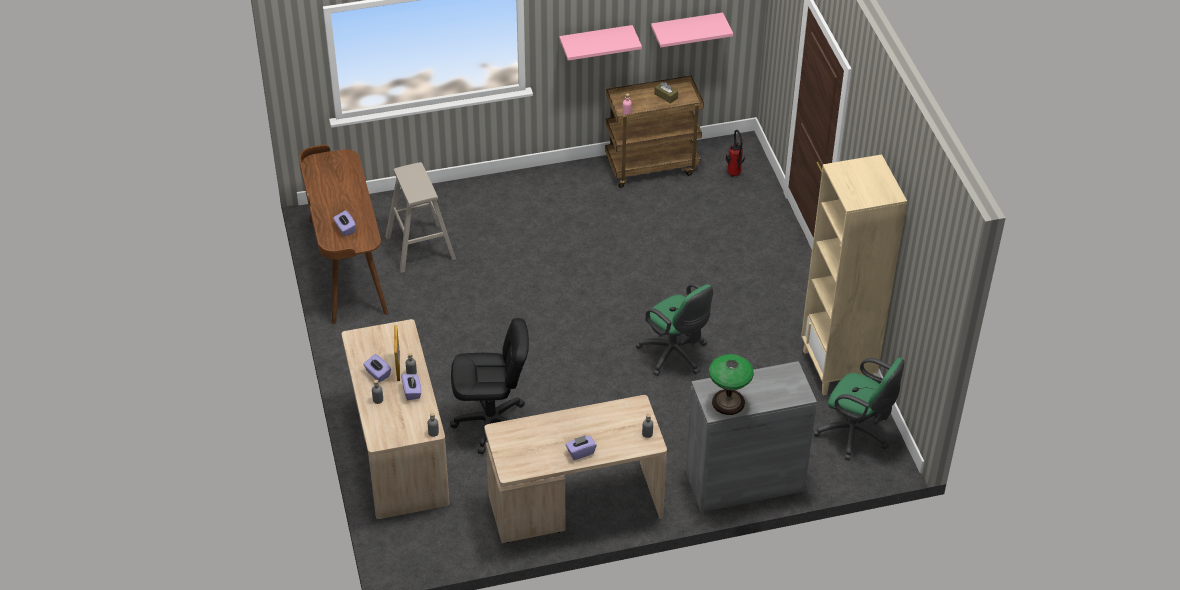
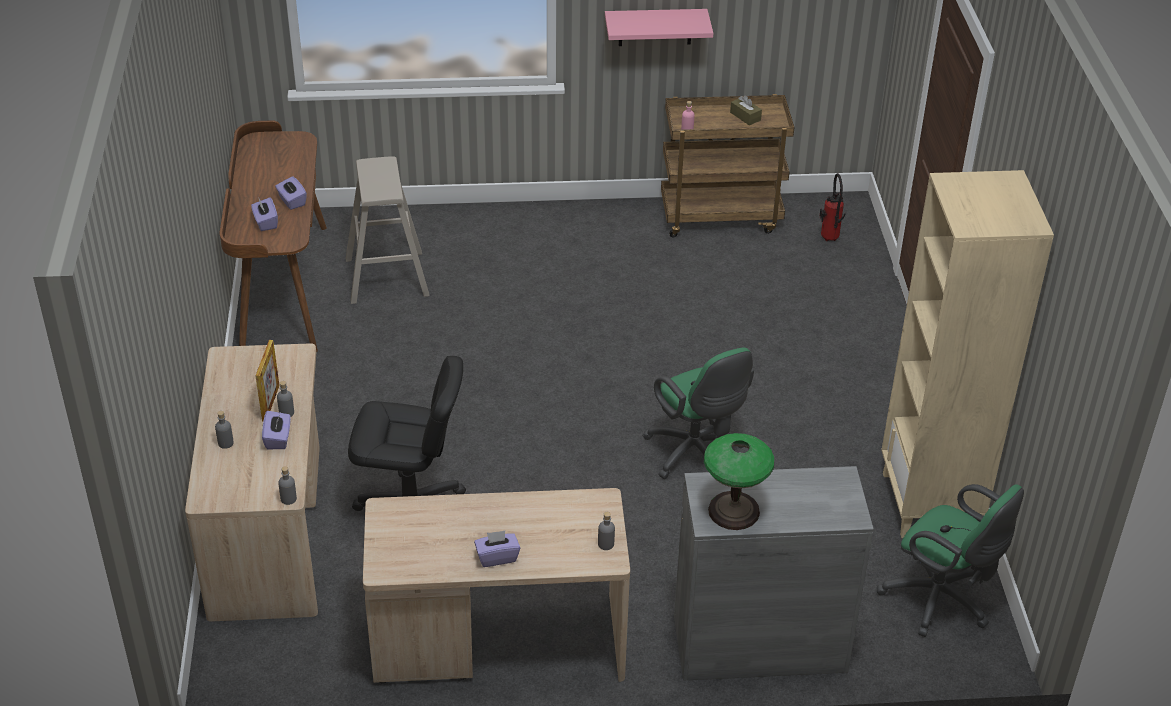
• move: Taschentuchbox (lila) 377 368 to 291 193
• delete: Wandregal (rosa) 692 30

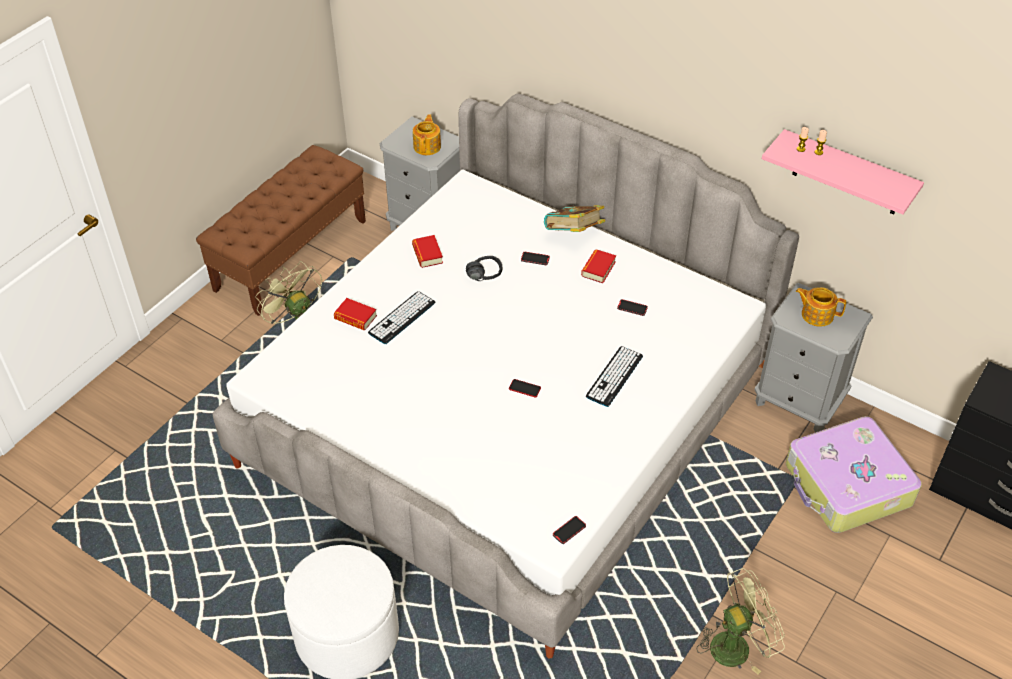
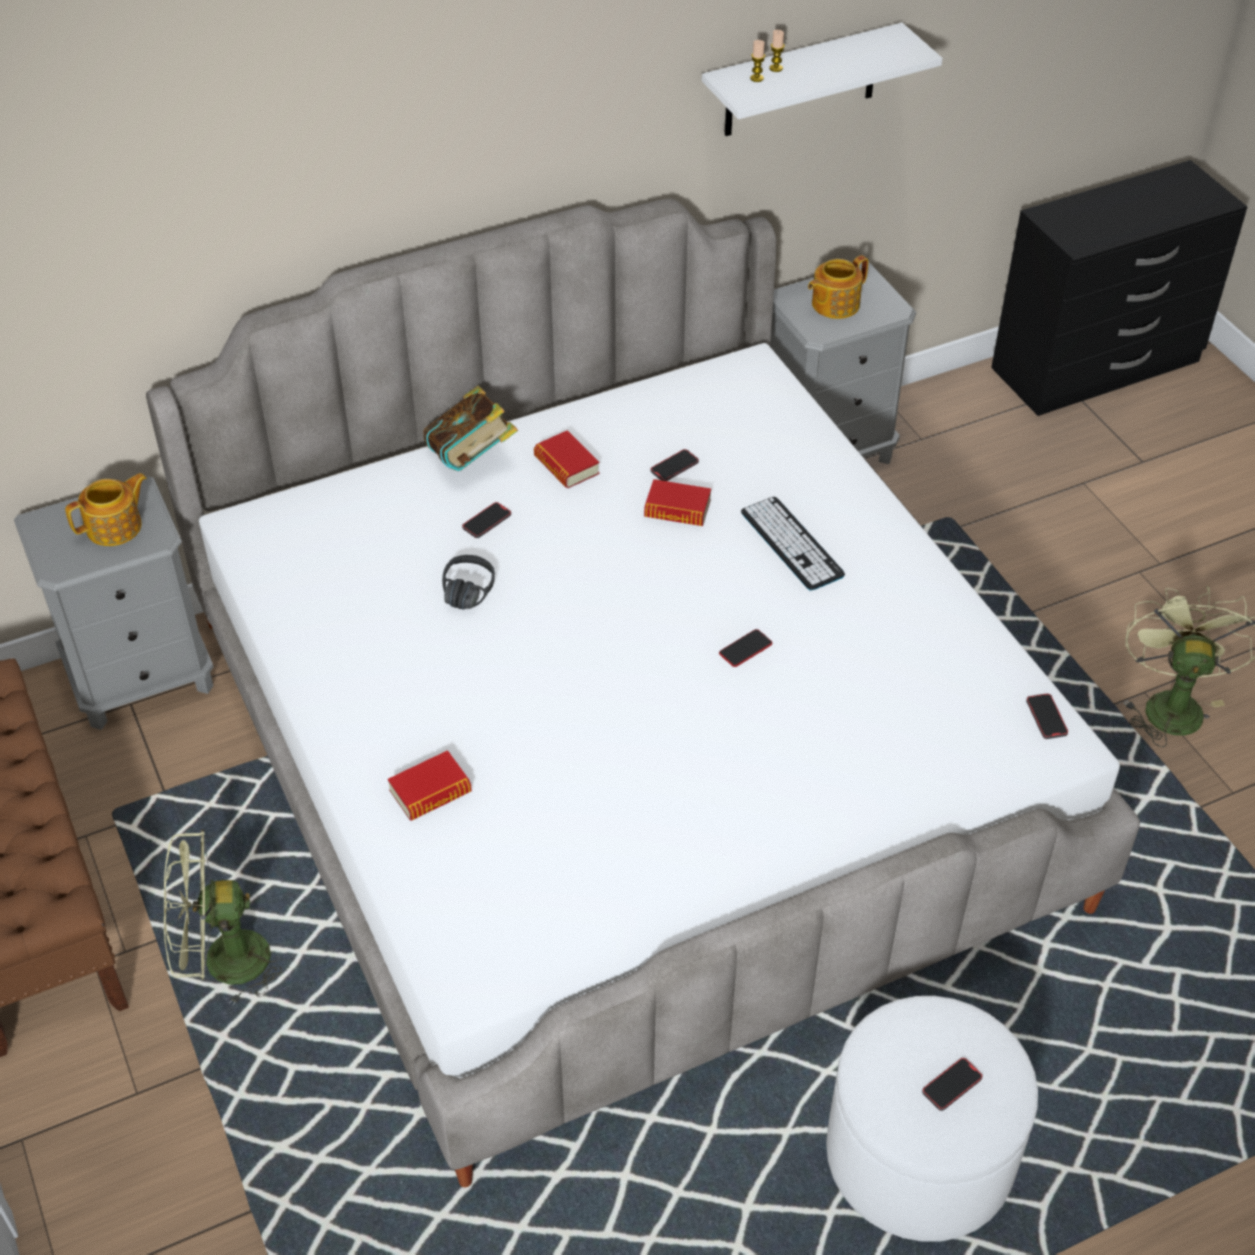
• delete: Tastatur 401 317
• move: Buch 427 251 to 677 502
• rotate: Teekanne 427 134 = 106 509 105 degrees clockwise
• recolor: Wandregal (rosa) 843 172 to Wandregal (weiß) 822 79
• delete: Koffer 854 474
• insert: Handy 952 1084

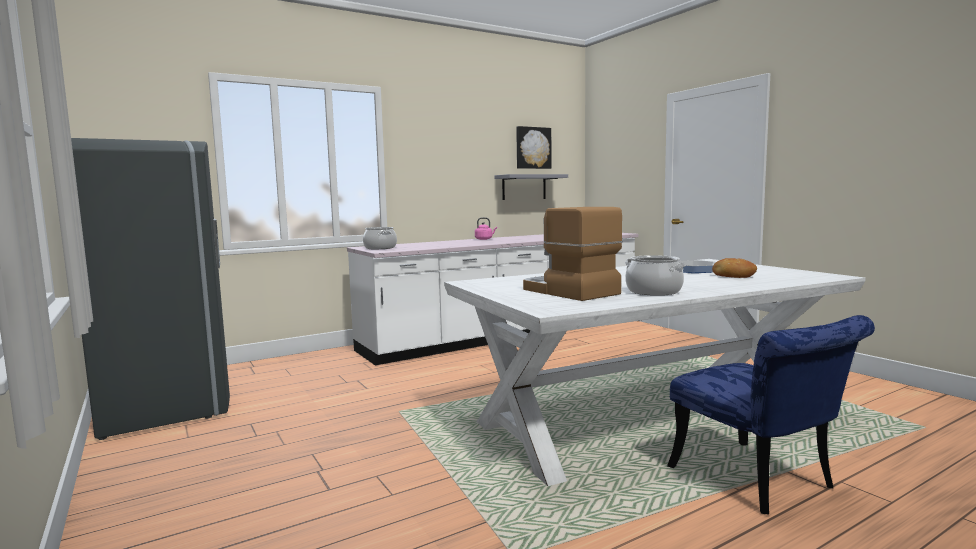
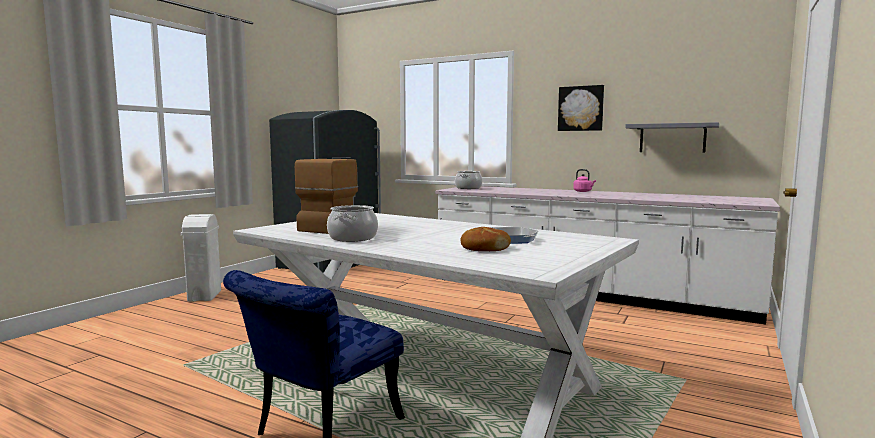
• move: Bild 534 147 to 581 108
• insert: Mülleimer (weiß) 201 258

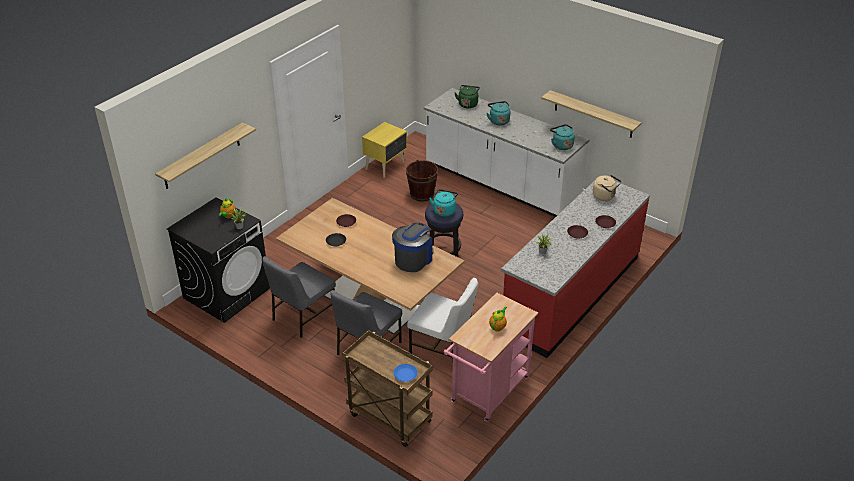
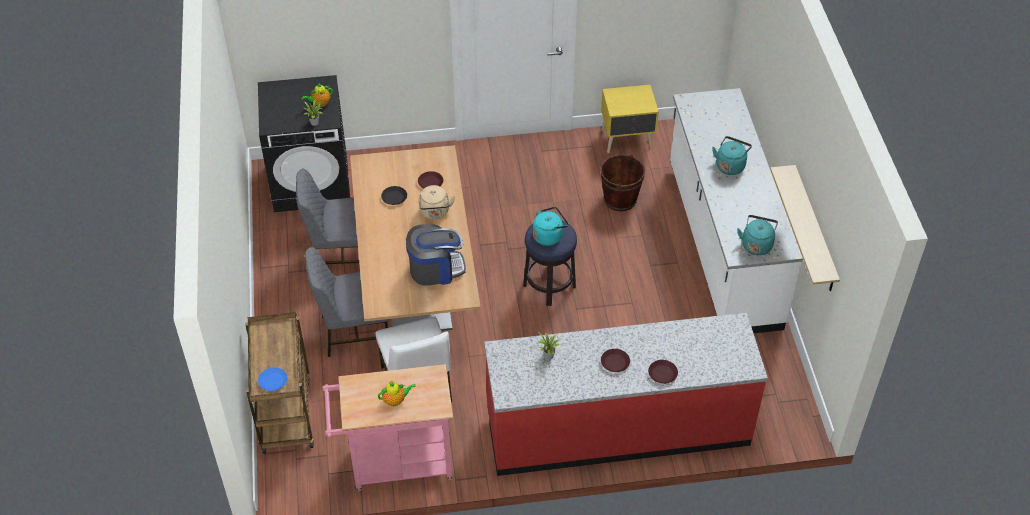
• delete: Wandregal 205 155
• delete: Wasserkessel (grün) 467 96
• move: Wasserkessel (beige) 607 188 to 437 202

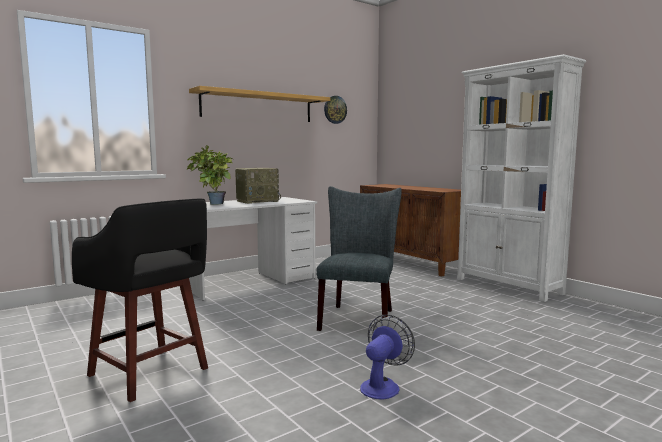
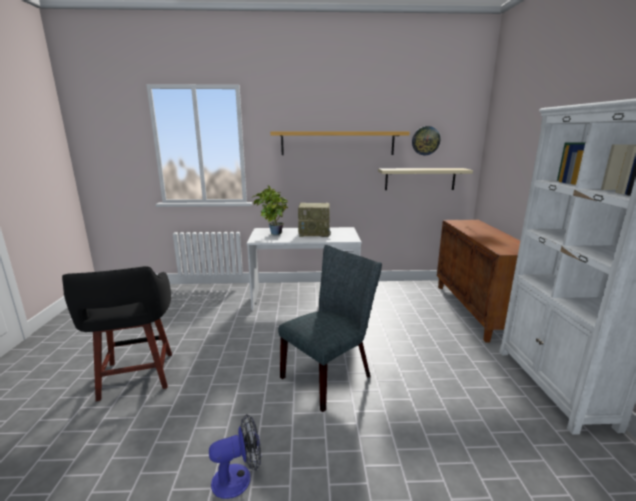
• insert: Wandregal (beige) 425 179

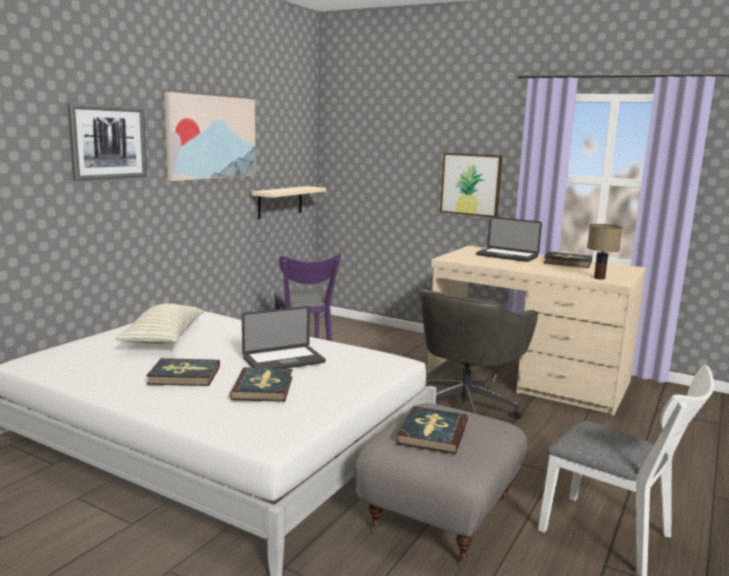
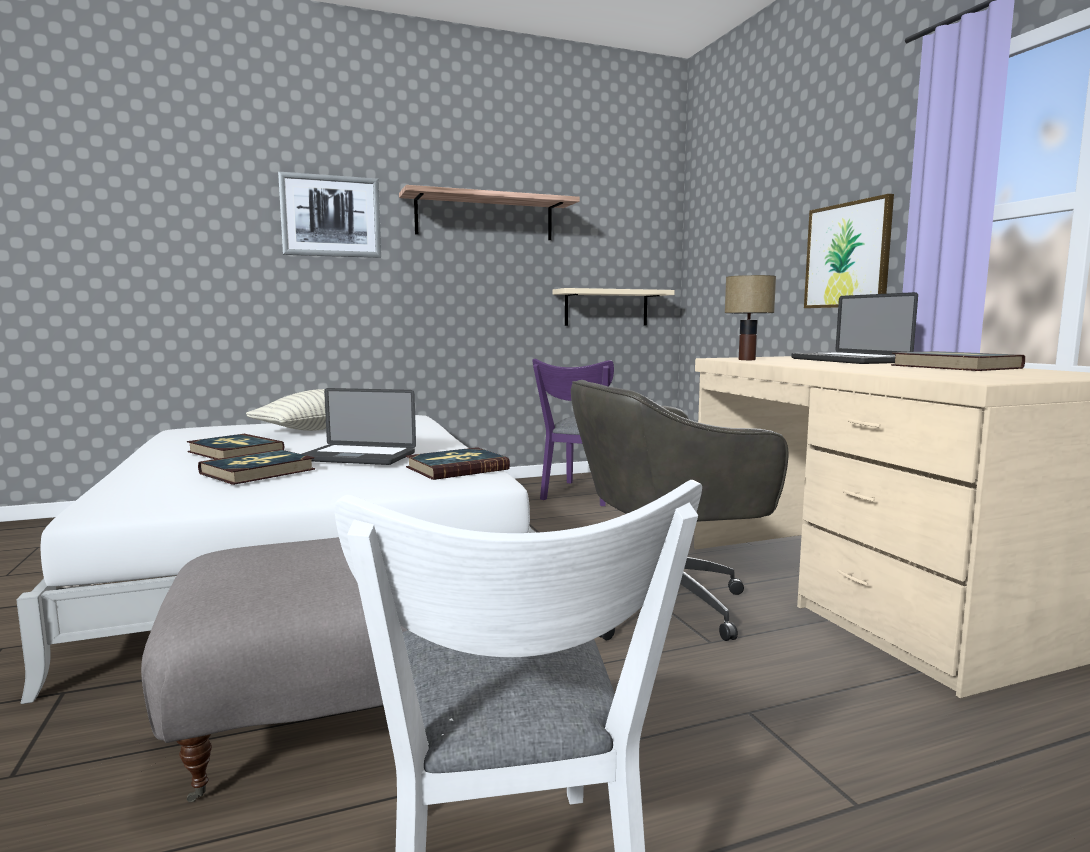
• replace: Bild 210 136 to Wandregal 489 212
• move: Buch 432 430 to 458 463
• move: Tischlampe 605 251 to 750 317

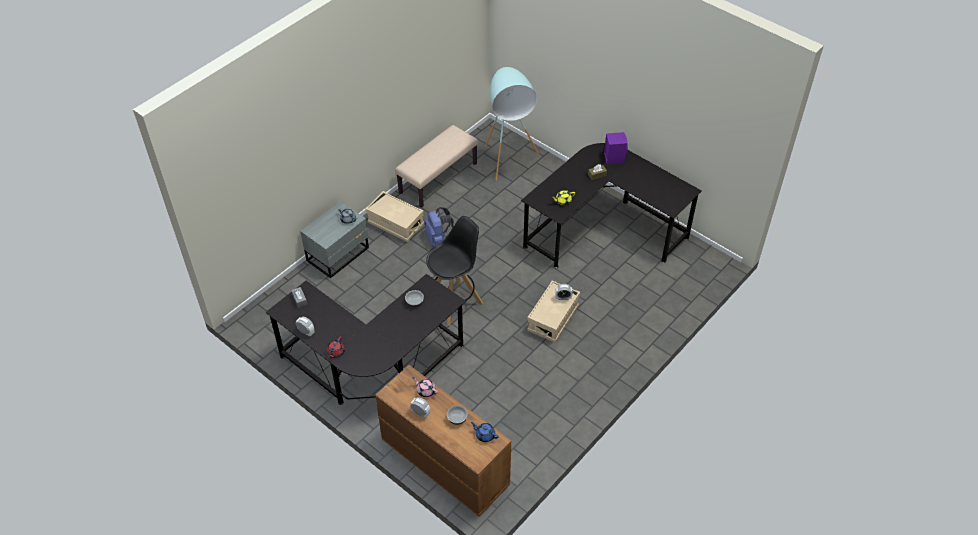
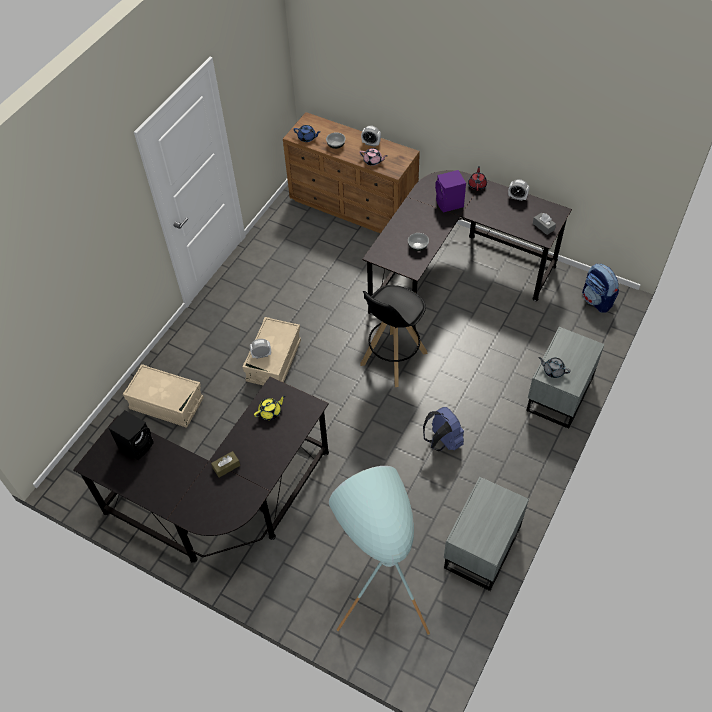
• move: Aufbewahrungsbox (beige) 394 216 to 163 396
• replace: Bank (beige) 436 166 to Nachttisch (grau) 486 534
• move: Lautsprecher (lila) 616 148 to 450 191
• insert: Lautsprecher (schwarz) 131 435
• insert: Rucksack 600 288

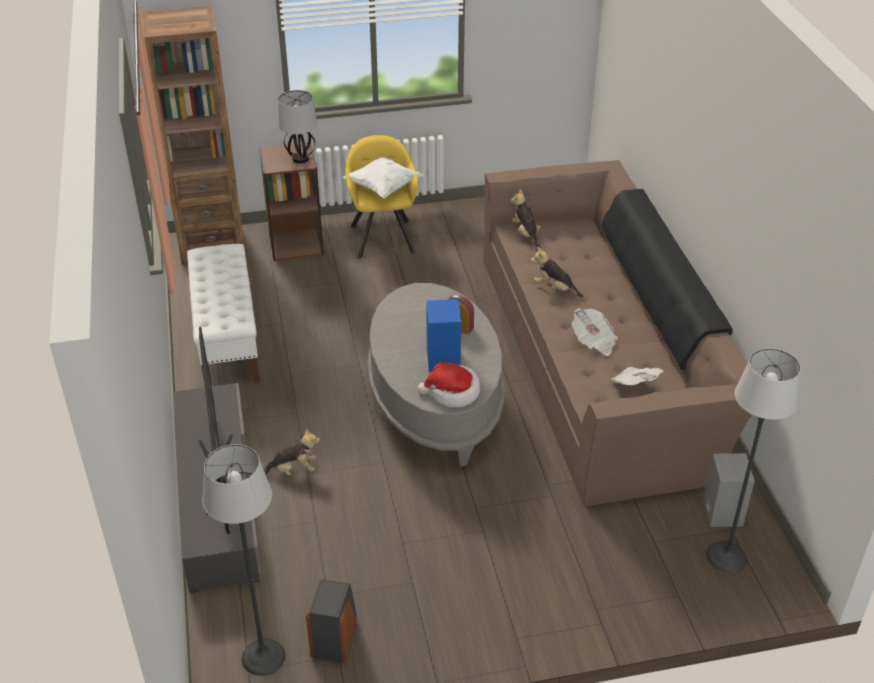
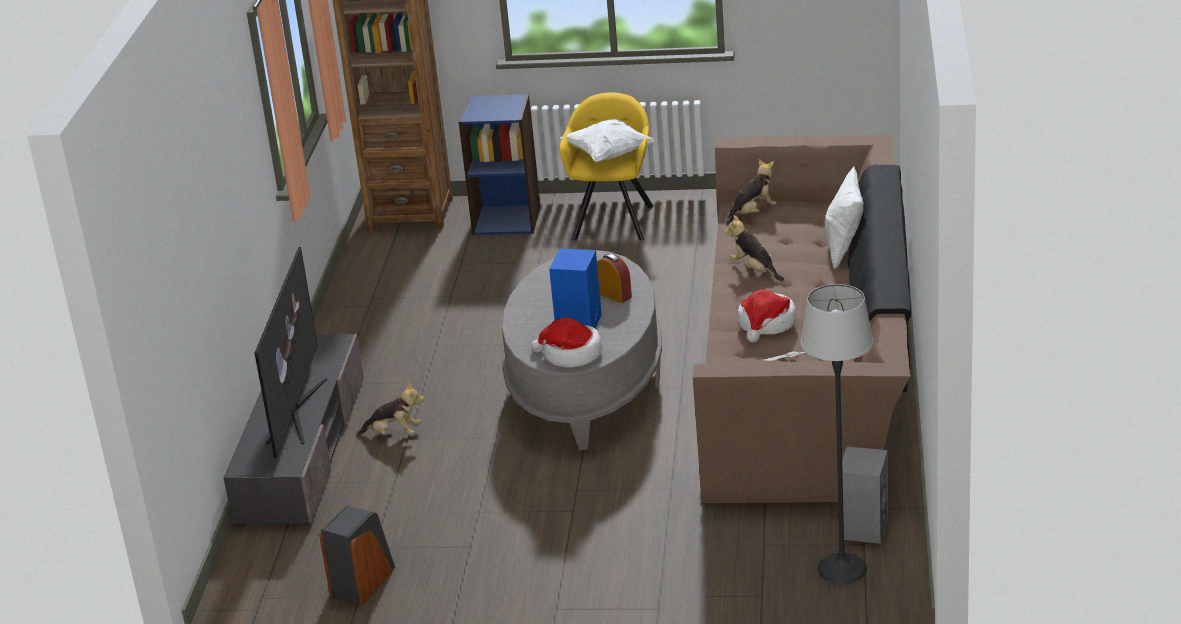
• delete: Bank (weiß) 223 313
• delete: Stehlampe 243 560
• recolor: Bücherregal (braun) 291 201 to Bücherregal (blau) 500 164
• delete: Tischlampe 297 126
• rotate: Plüschtier 526 219 = 751 192 60 degrees clockwise
• replace: Zeitung 594 332 to Hut 767 316
• insert: Kissen (weiß) 844 218

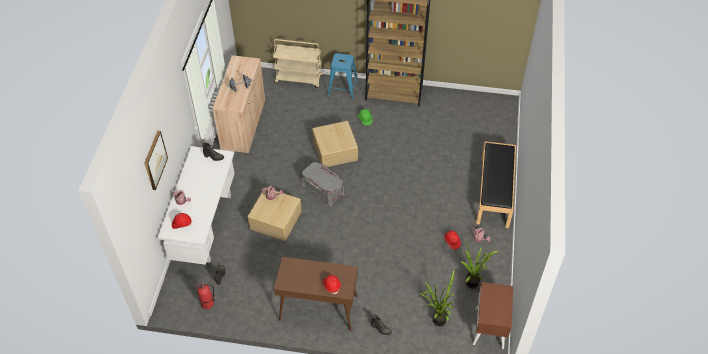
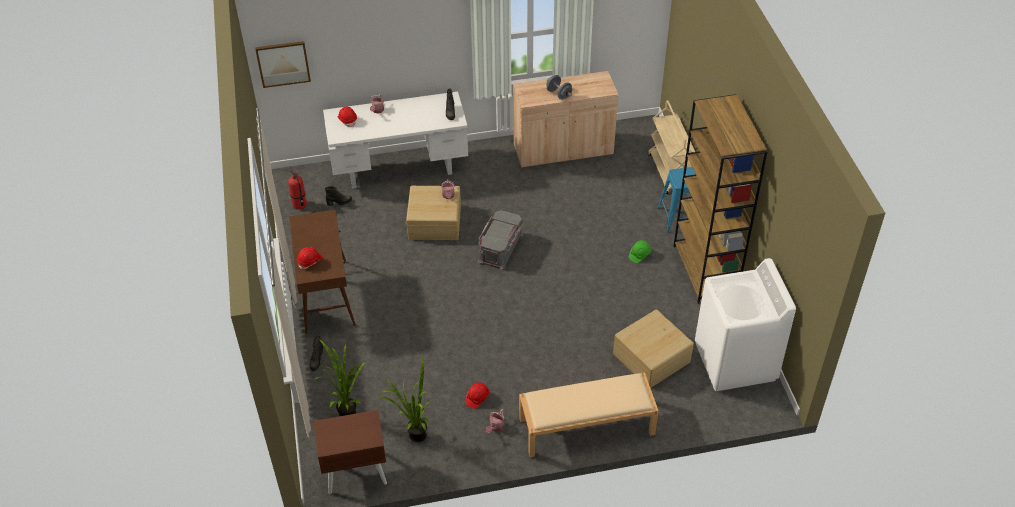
• move: Bild 156 160 to 283 64
• move: Aufbewahrungsbox (beige) 335 144 to 653 348
• recolor: Bank (schwarz) 496 184 to Bank (beige) 589 414
• insert: Waschmaschine (weiß) 745 324

